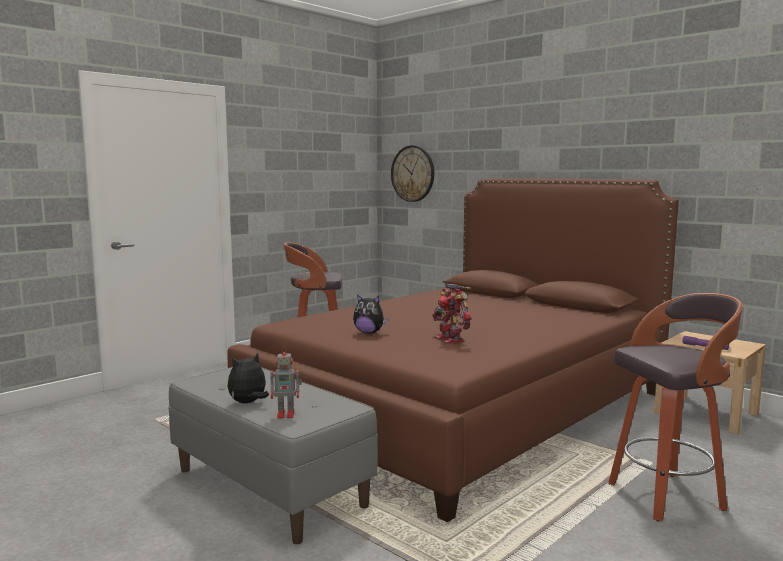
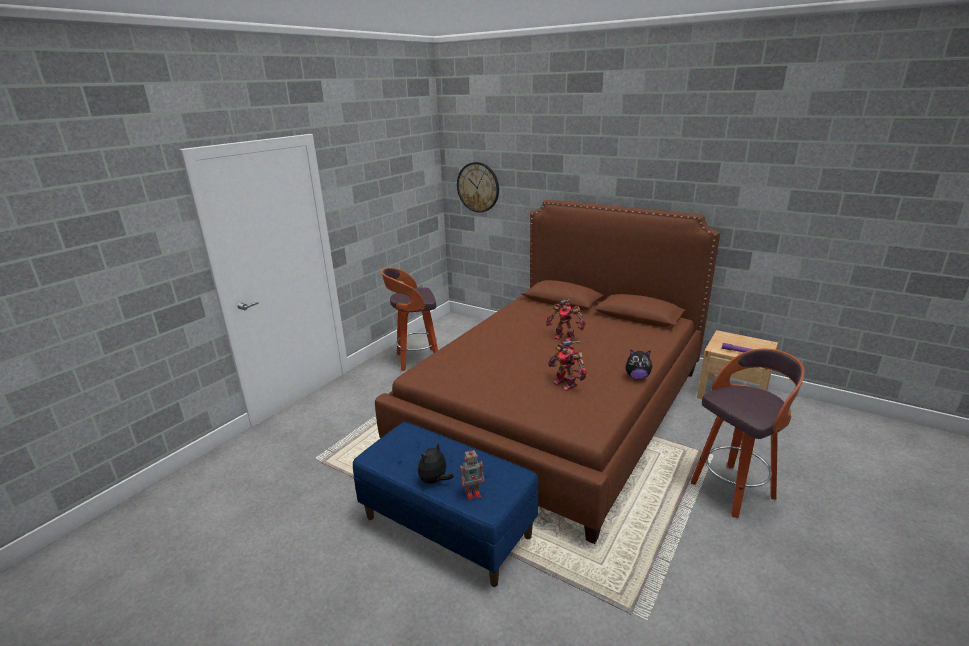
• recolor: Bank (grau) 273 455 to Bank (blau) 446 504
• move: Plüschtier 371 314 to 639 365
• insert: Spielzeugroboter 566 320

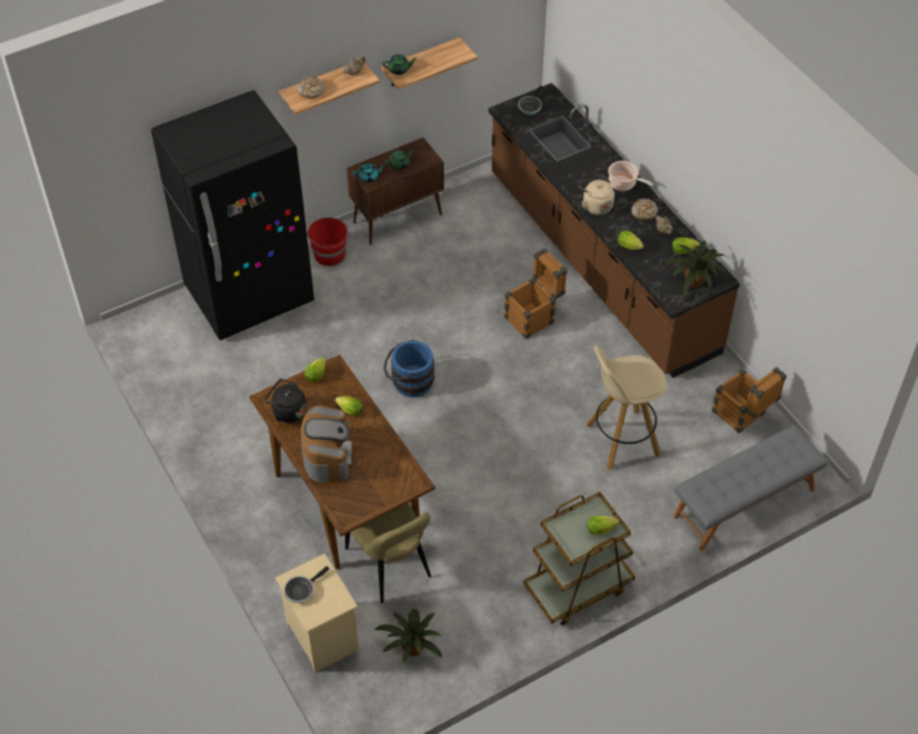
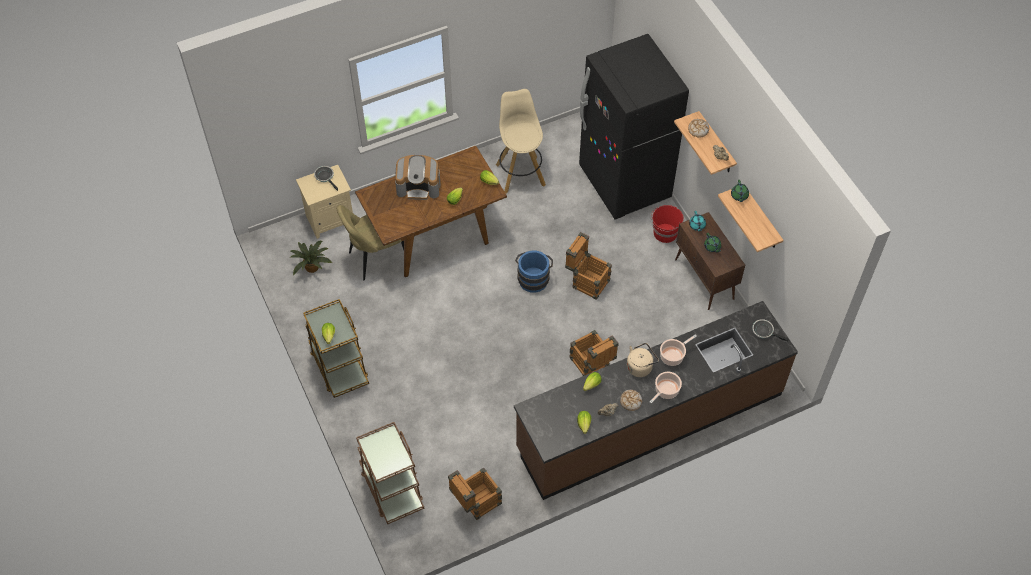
• delete: Wasserkessel (schwarz) 285 401
• move: Hocker (beige) 626 407 to 521 141
• delete: Topfpflanze 696 267
• replace: Bank (grau) 751 488 to Rollwagen (braun) 390 473
• insert: Kiste 588 266
• insert: Kochtopf 678 350

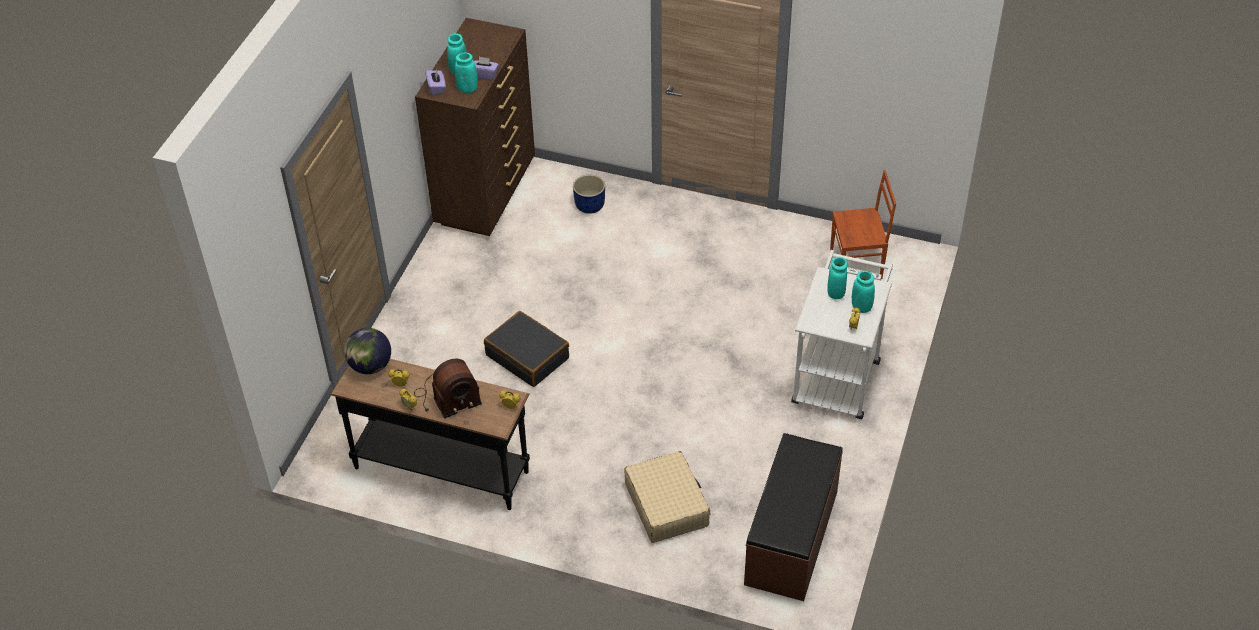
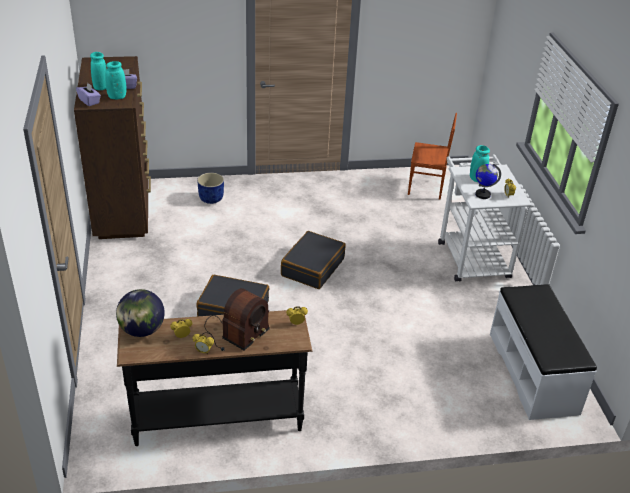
• delete: Koffer (beige) 667 497
• recolor: Bank (braun) 793 517 to Bank (weiß) 543 352
• rotate: Stuhl (braun) 863 224 = 432 156 45 degrees clockwise
• delete: Vase (türkis) 863 292
• insert: Koffer (schwarz) 313 260
• insert: Globus 488 181

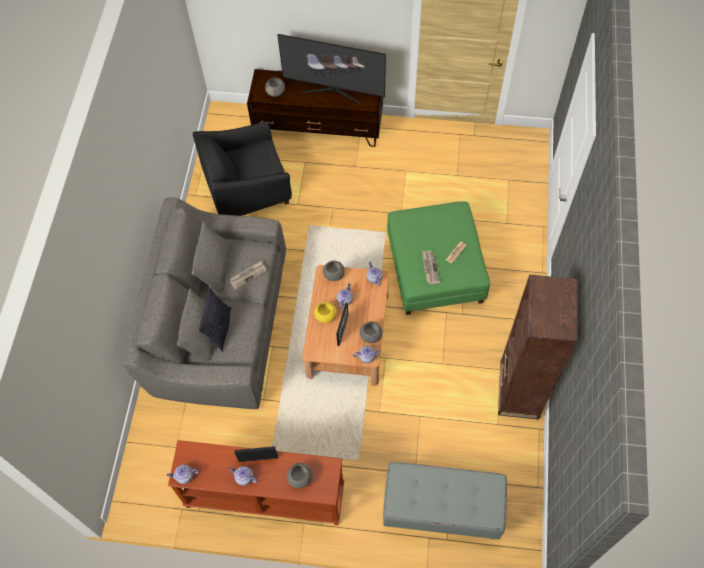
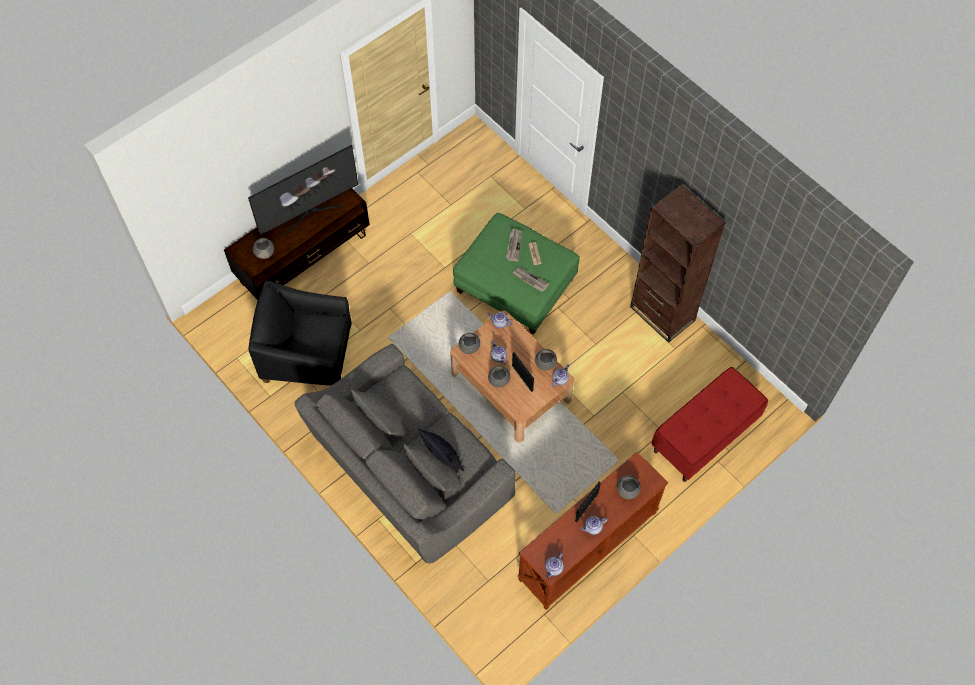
• rotate: Sessel (schwarz) 242 168 = 300 333 75 degrees clockwise
• move: Zeitung 248 275 to 514 244
• recolor: Schüssel (gelb) 325 312 to Schüssel (grau) 499 376
• recolor: Bank (grau) 445 500 to Bank (rot) 709 424

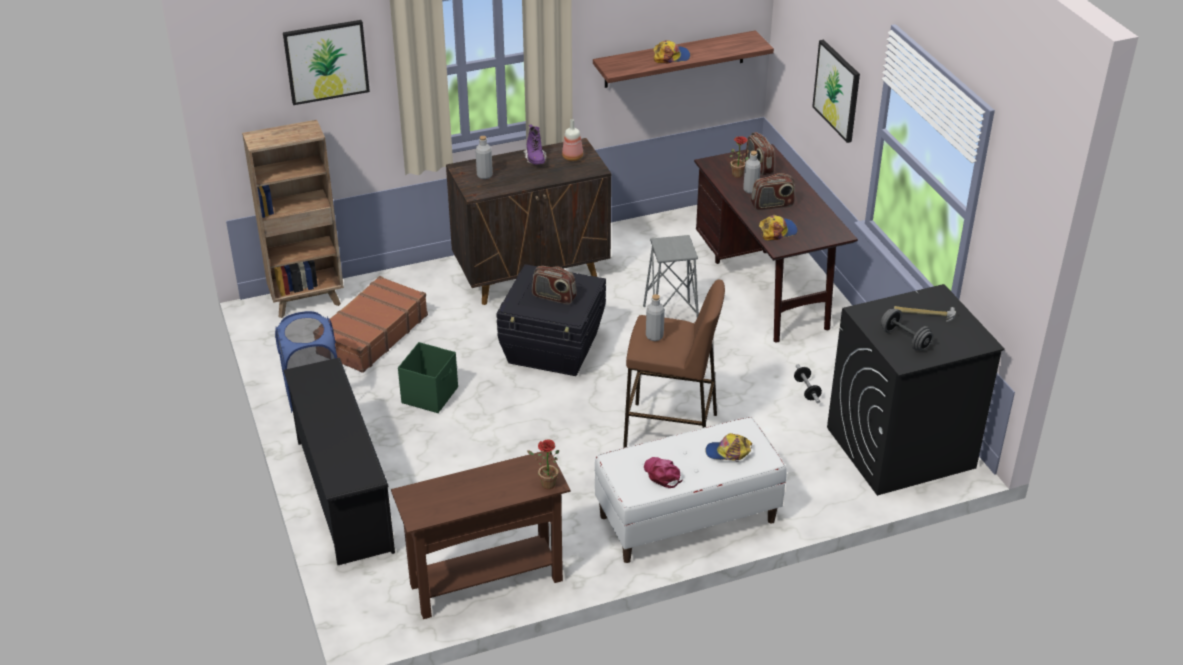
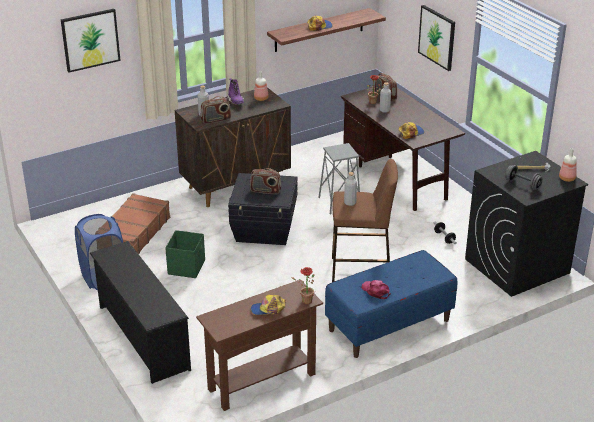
• delete: Bücherregal (braun) 293 219
• recolor: Bank (weiß) 690 490 to Bank (blau) 391 304
• move: Kappe 729 446 to 268 305
• move: Radio 773 192 to 215 110
• insert: Flasche 568 165

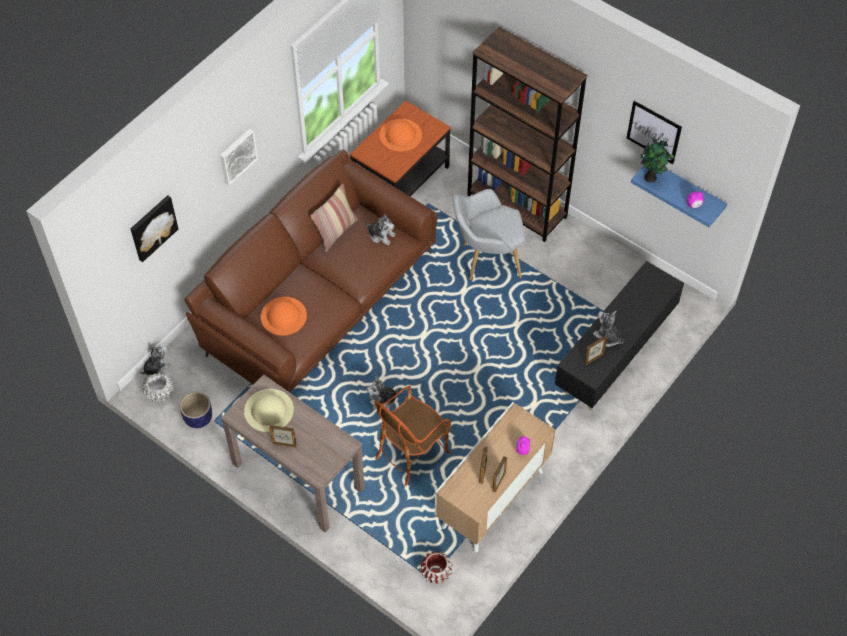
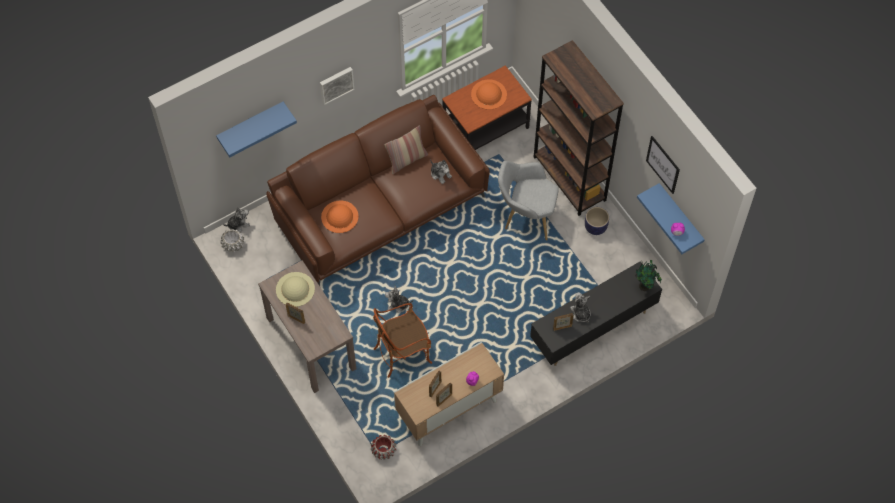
• replace: Bild 154 228 to Wandregal (blau) 256 129
• move: Pflanzkübel 196 410 to 597 221
• move: Topfpflanze 657 161 to 648 275

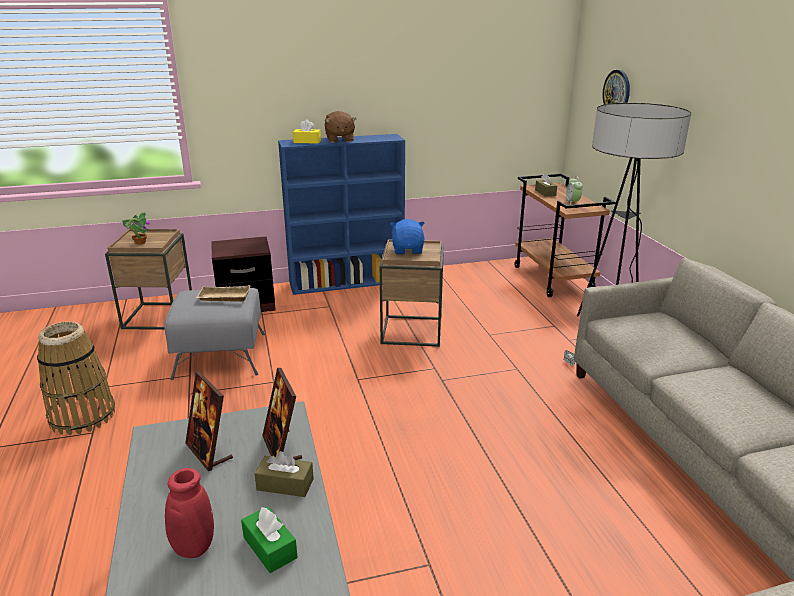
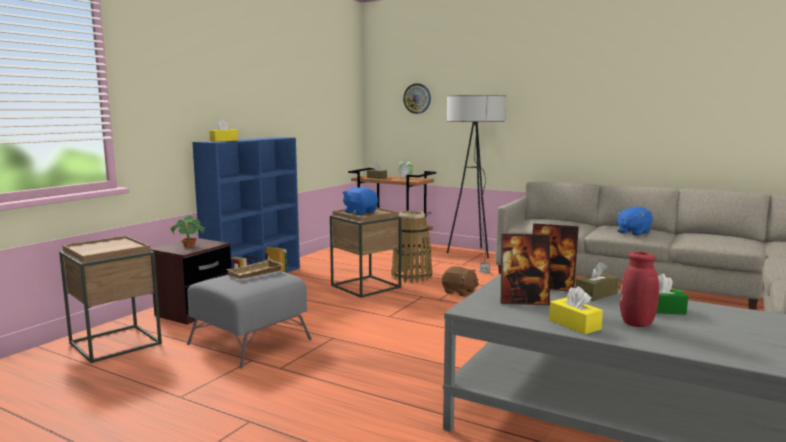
• move: Korb 76 378 to 412 247
• move: Topfpflanze 136 228 to 188 231
• move: Plüschtier (braun) 340 127 to 460 281
• insert: Taschentuchbox (gelb) 576 310
• insert: Plüschtier (blau) 634 221

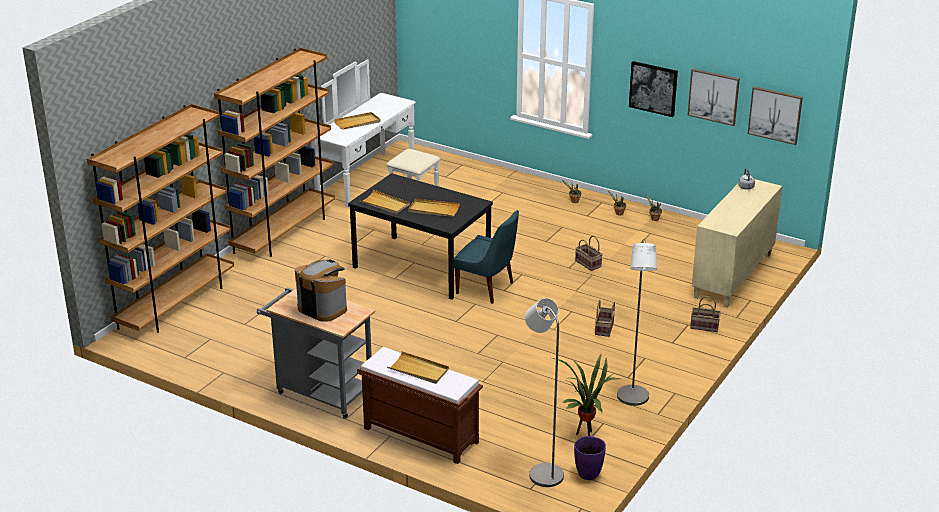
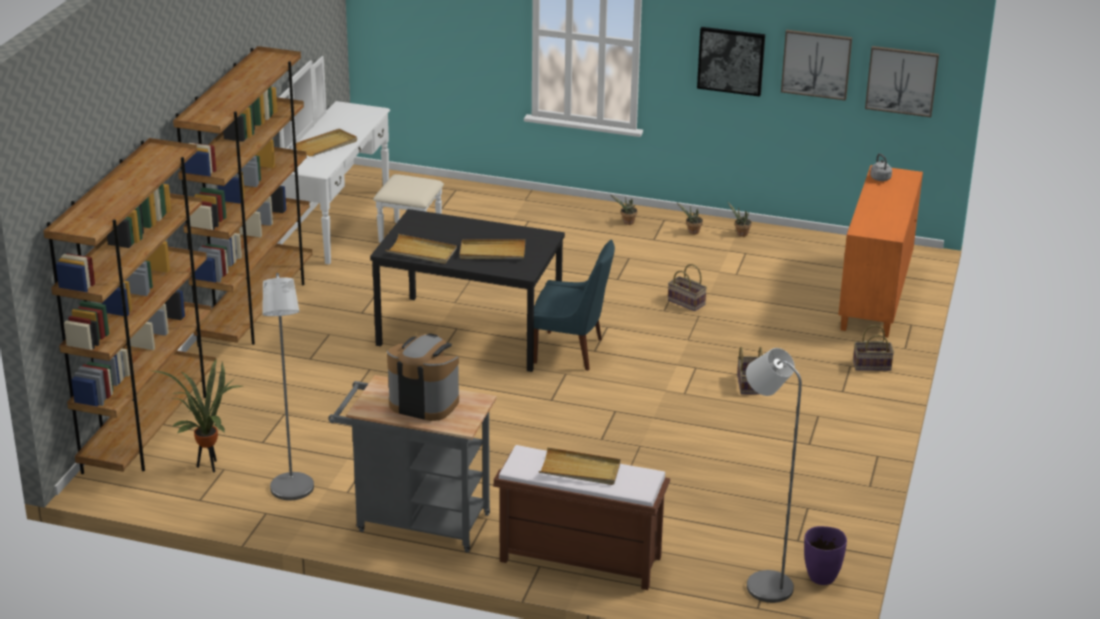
• move: Topfpflanze 586 395 to 197 415
• move: Stehlampe (grau) 637 322 to 288 386
• recolor: Schrank (beige) 737 243 to Schrank (orange) 880 251

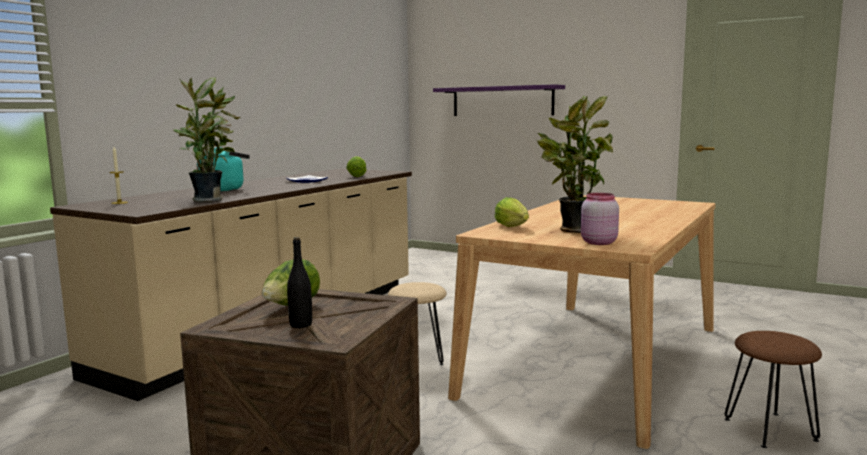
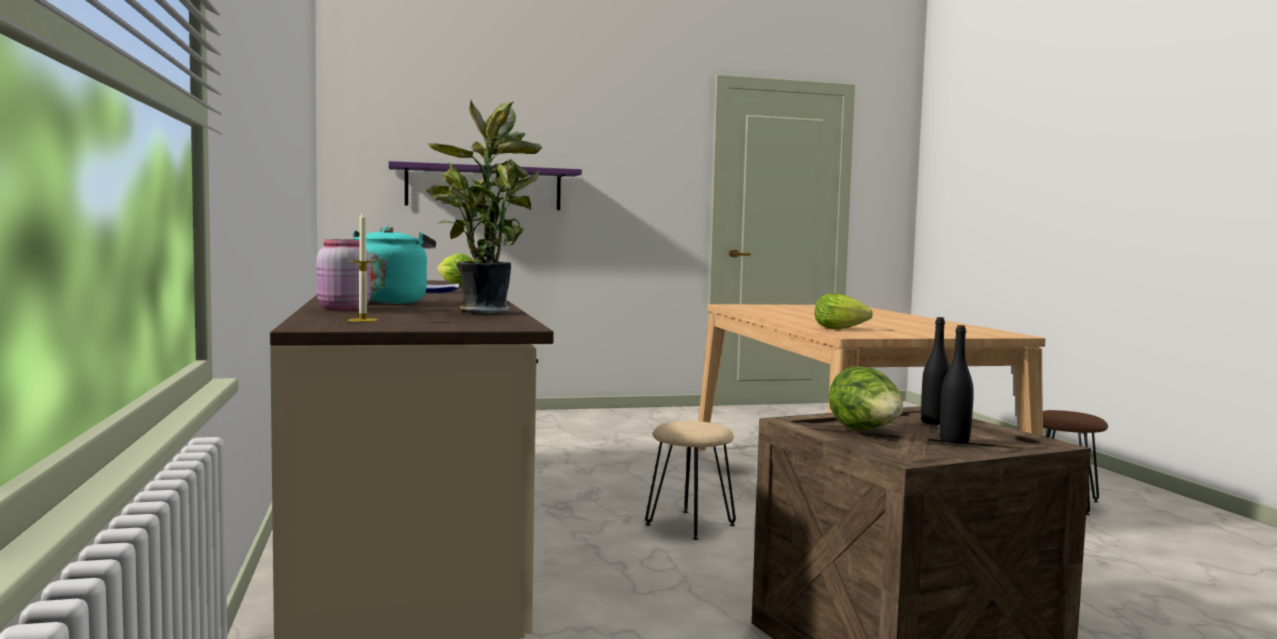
• delete: Topfpflanze 575 164
• move: Vorratsglas (rosa) 600 219 to 344 275
• insert: Flasche (schwarz) 935 371

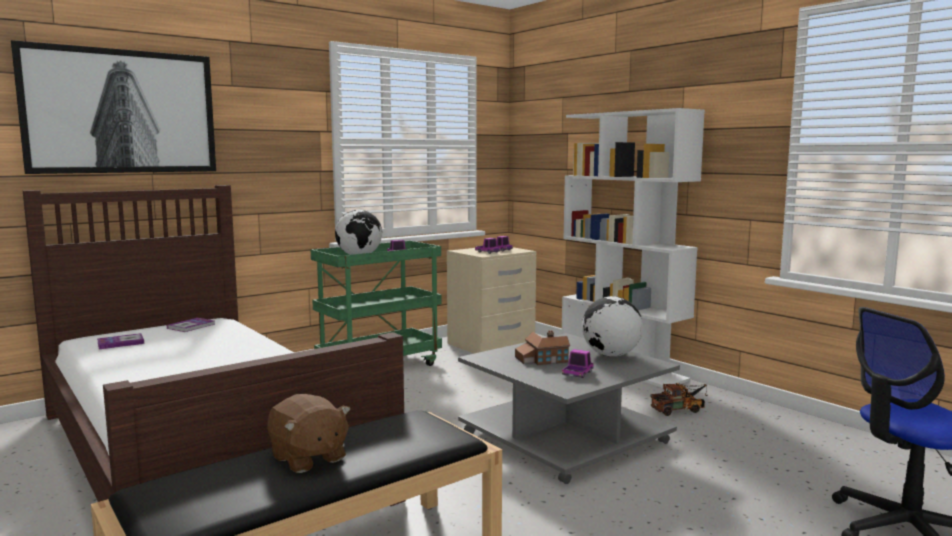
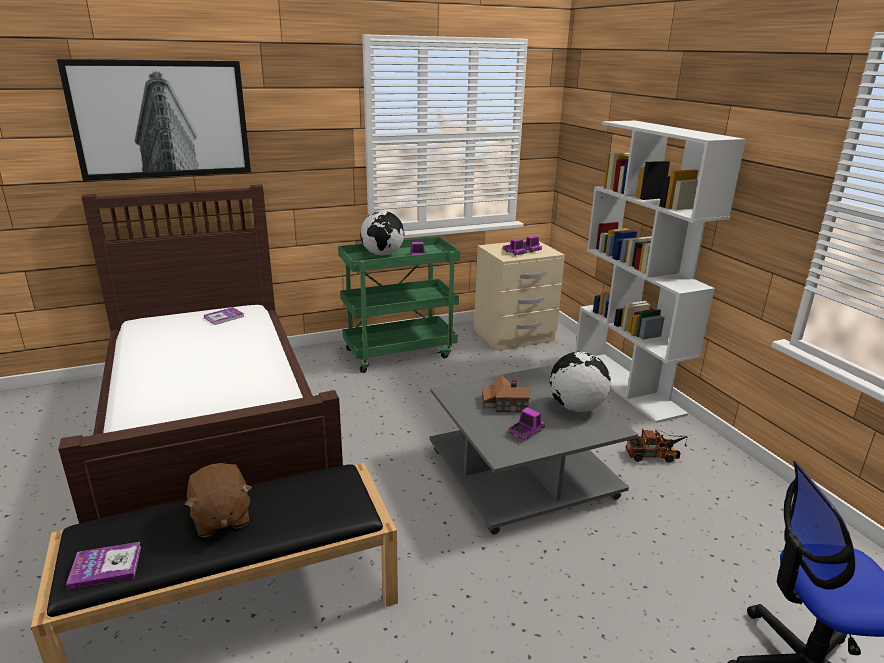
• move: Buch 120 341 to 103 566

